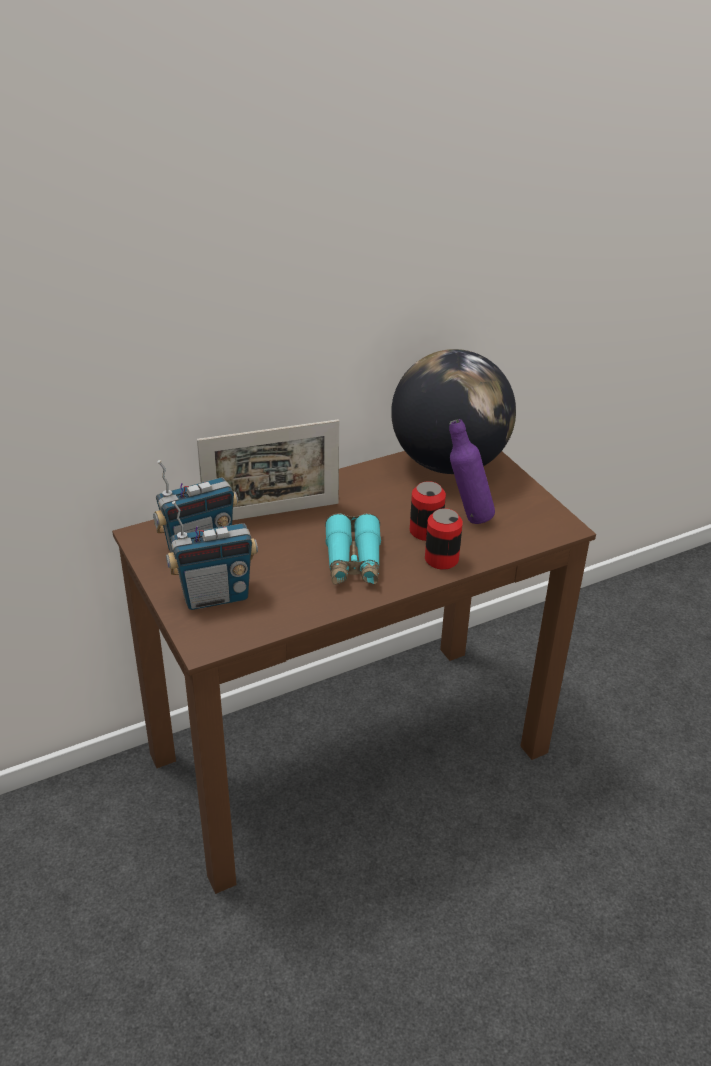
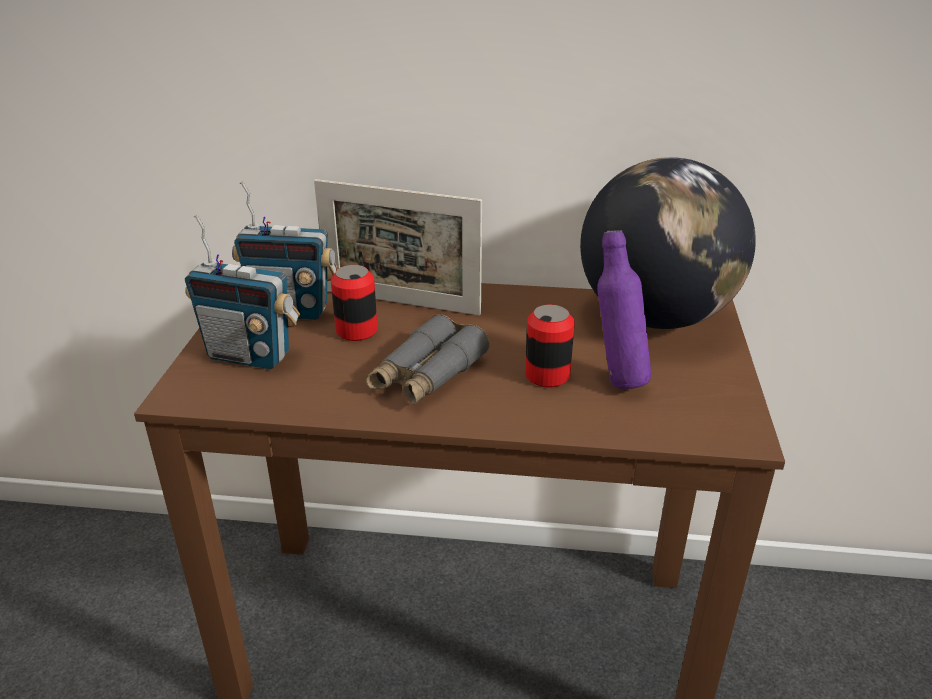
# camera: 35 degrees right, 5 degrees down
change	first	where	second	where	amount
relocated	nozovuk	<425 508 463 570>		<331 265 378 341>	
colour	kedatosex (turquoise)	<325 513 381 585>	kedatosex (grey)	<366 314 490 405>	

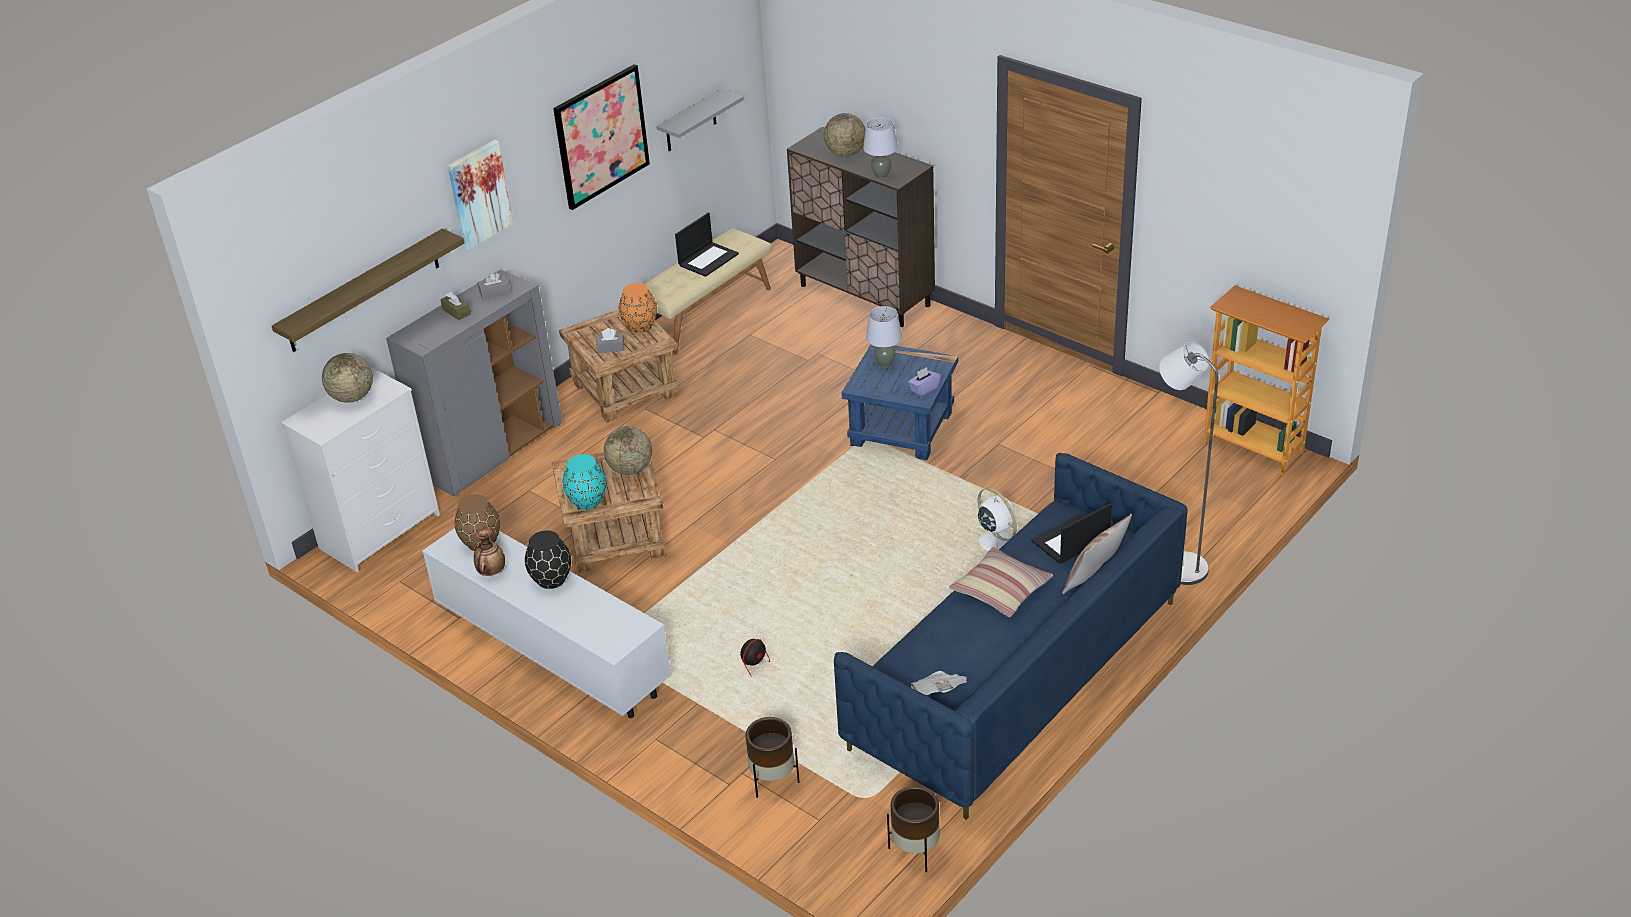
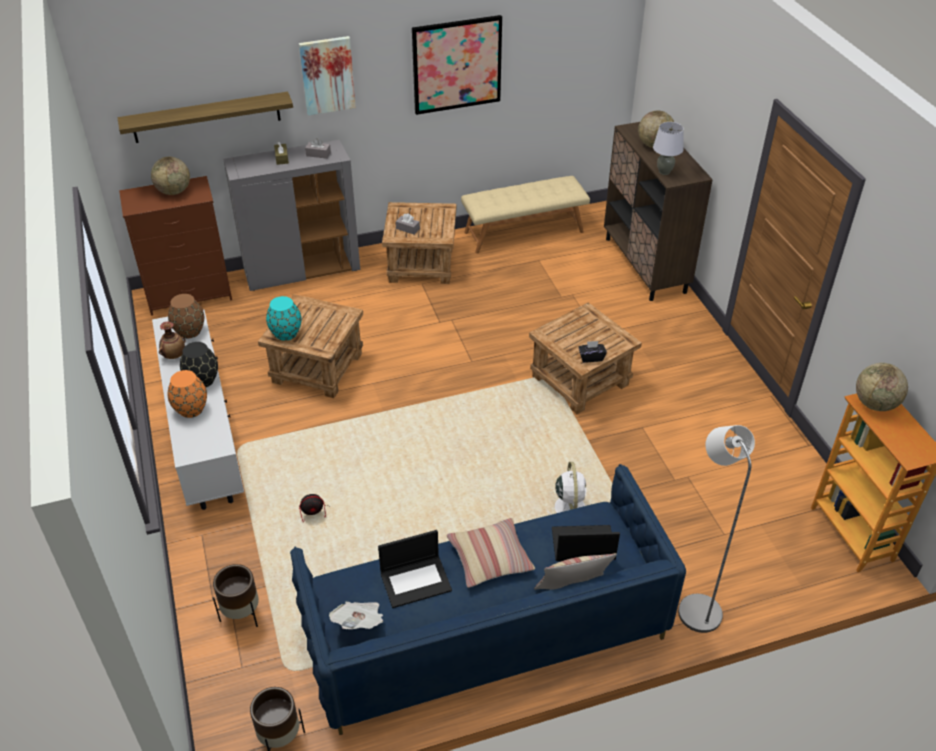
# camera: 30 degrees right, 5 degrees up
change	first	where	second	where	amount
missing	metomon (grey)	<656 89 744 151>			
missing	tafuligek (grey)	<866 306 902 368>			
relocated	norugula	<604 426 652 475>		<856 363 908 411>	
relocated	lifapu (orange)	<619 283 657 333>		<168 370 207 418>	
relocated	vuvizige	<675 213 739 277>		<378 530 452 608>	
colour	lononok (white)	<281 367 440 572>	lononok (brown)	<119 176 232 316>	
colour	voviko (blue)	<842 344 958 460>	voviko (brown)	<529 302 642 414>	
colour	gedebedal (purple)	<908 367 941 397>	gedebedal (black)	<579 341 607 363>	

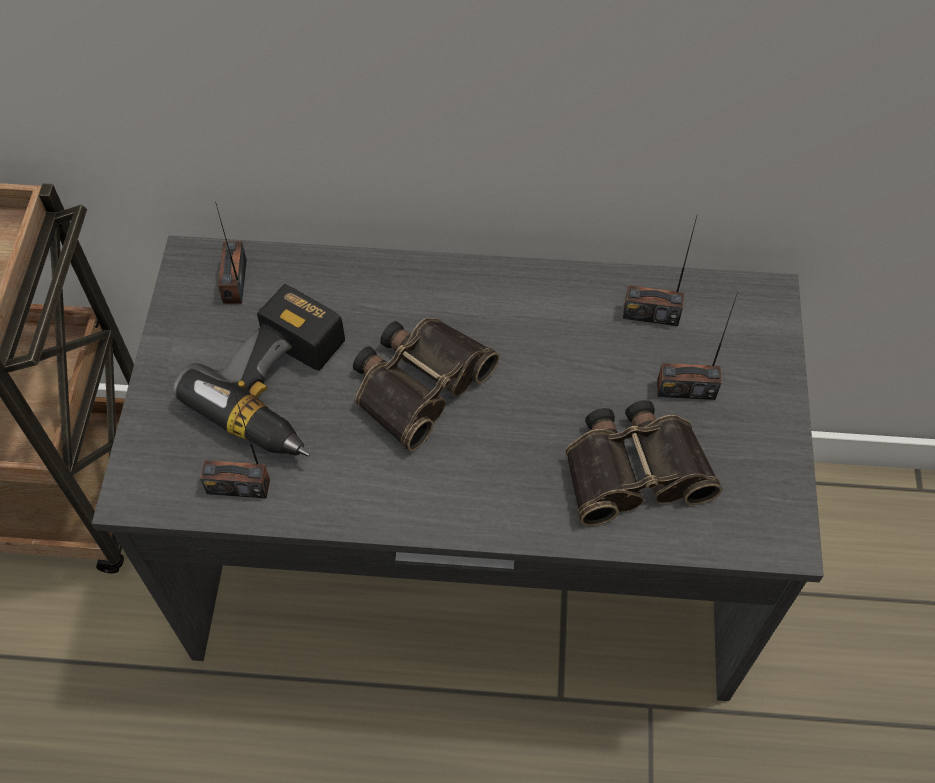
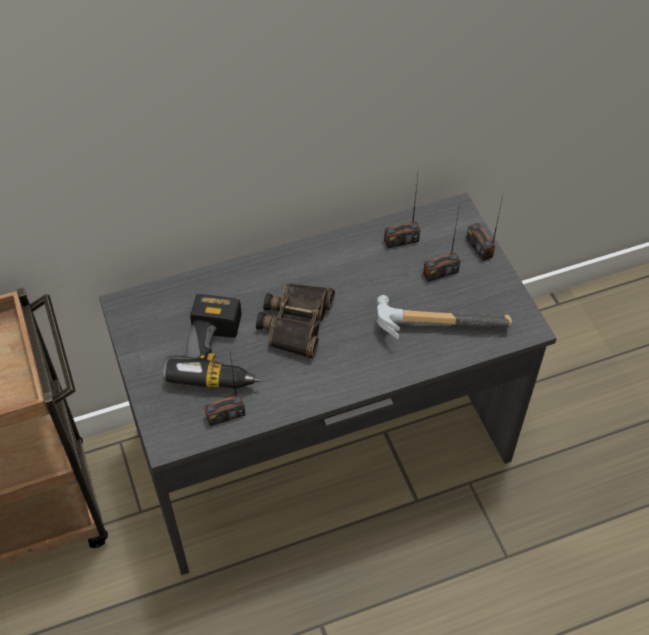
# camera: 25 degrees left, 5 degrees down
change	first	where	second	where	amount
relocated	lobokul	<215 201 247 304>		<466 196 503 261>	
exchanged	kedatosex	<565 400 723 526>	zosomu	<377 295 512 339>	

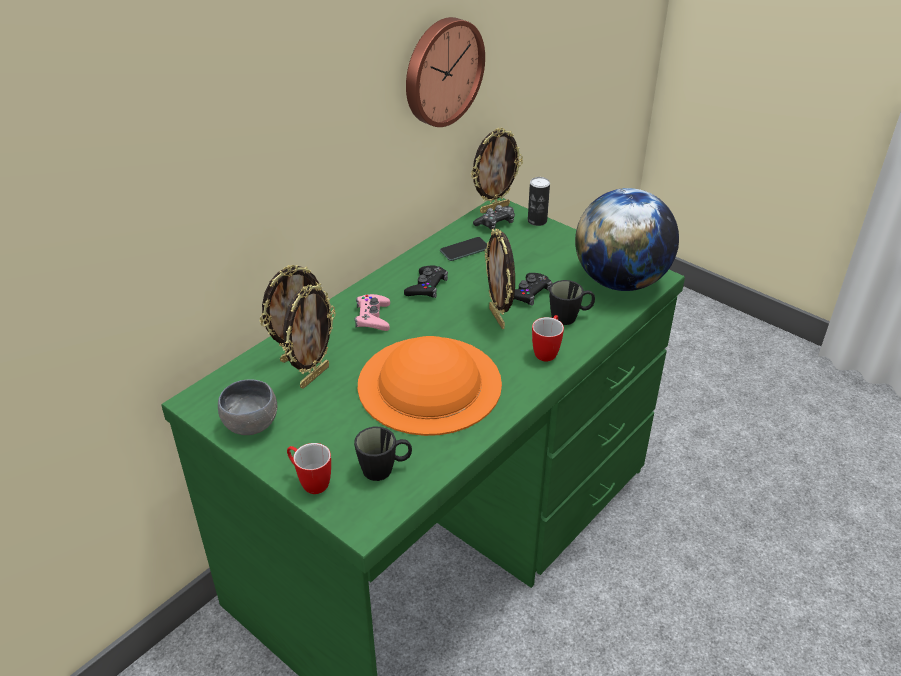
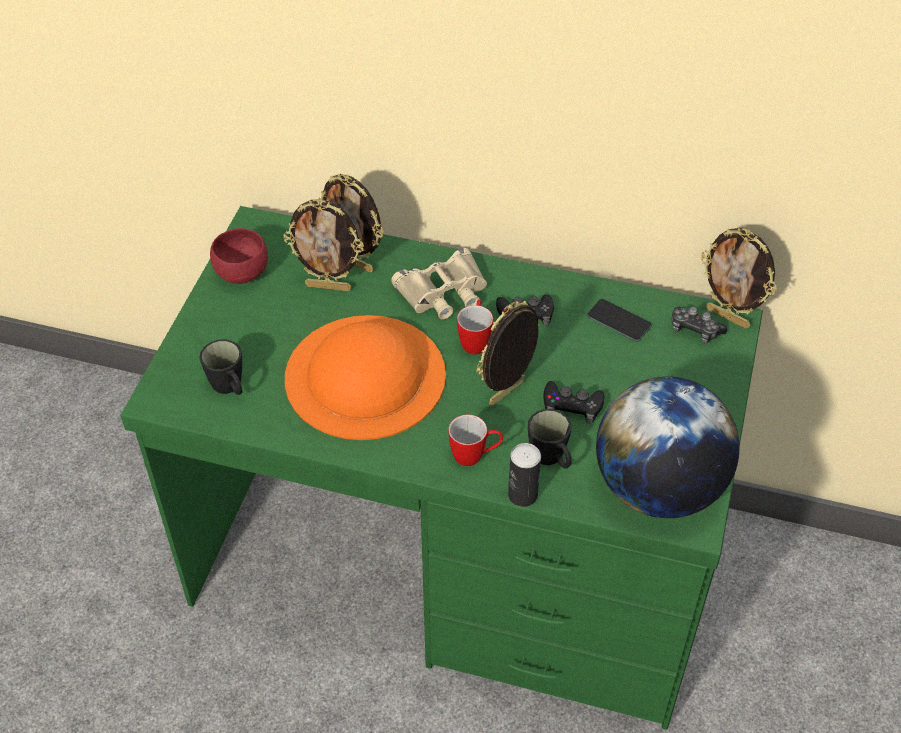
# camera: 65 degrees right, 10 degrees up
change	first	where	second	where	amount
missing	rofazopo	<406 17 485 127>			
relocated	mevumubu	<287 443 331 494>		<457 300 493 354>	
relocated	nozovuk	<528 177 550 226>		<508 443 541 507>	
exchanged	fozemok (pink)	<355 294 390 331>	kedatosex (beige)	<391 248 487 319>	
colour	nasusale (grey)	<218 379 277 435>	nasusale (red)	<210 228 268 284>	

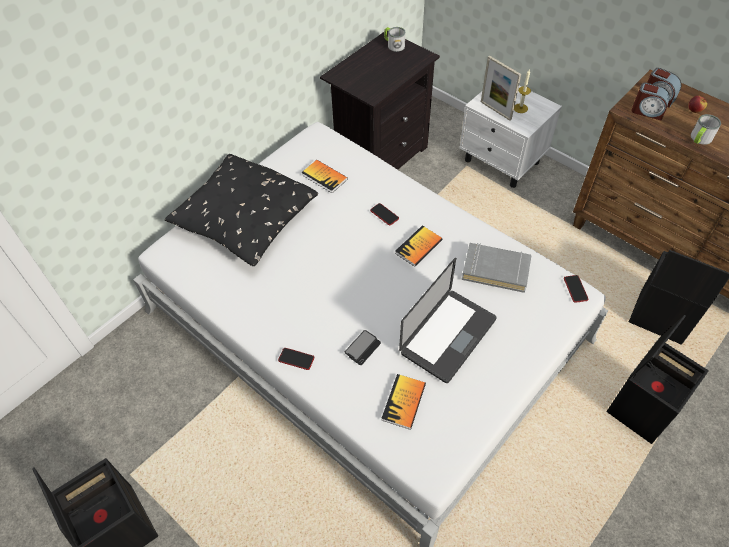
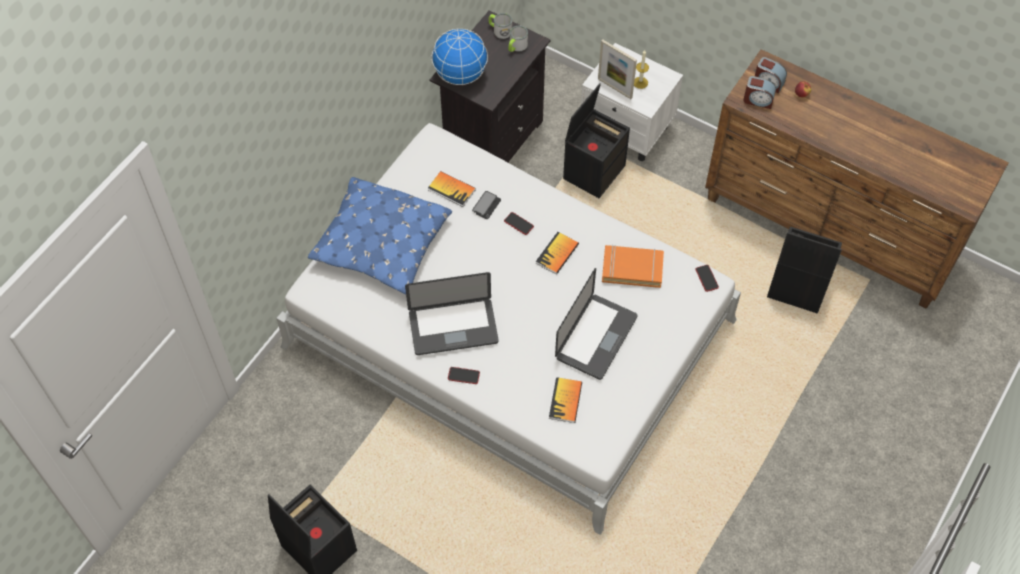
# camera: 10 degrees left, 5 degrees up
change	first	where	second	where	amount
appeared			vuvizige	<405 272 499 355>	
appeared			norugula	<431 28 488 85>	
relocated	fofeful	<345 330 381 365>		<472 191 501 219>	
relocated	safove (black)	<606 315 709 444>		<563 83 630 198>	
relocated	mevumubu	<691 114 721 145>		<509 25 528 52>	
colour	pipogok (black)	<165 154 318 266>	pipogok (blue)	<308 177 452 294>	
colour	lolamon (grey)	<462 243 531 293>	lolamon (orange)	<602 245 664 288>	

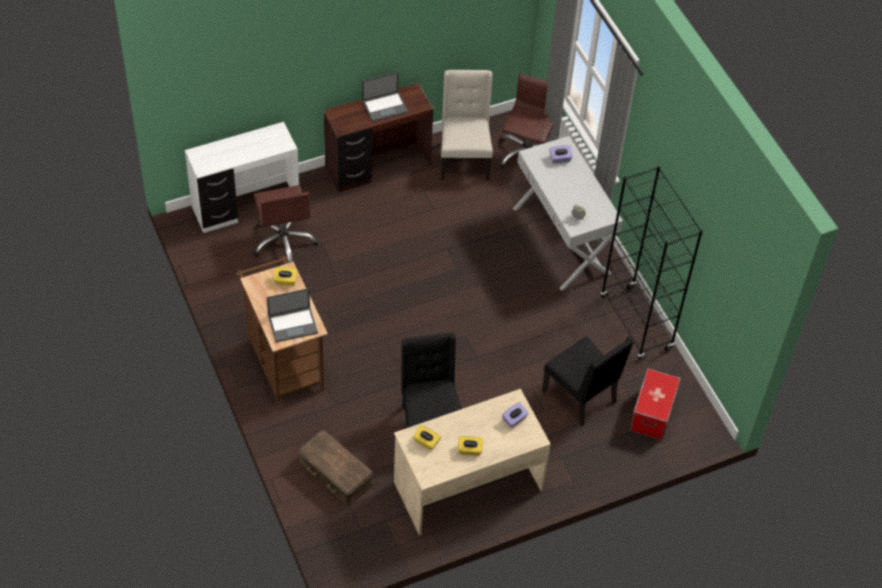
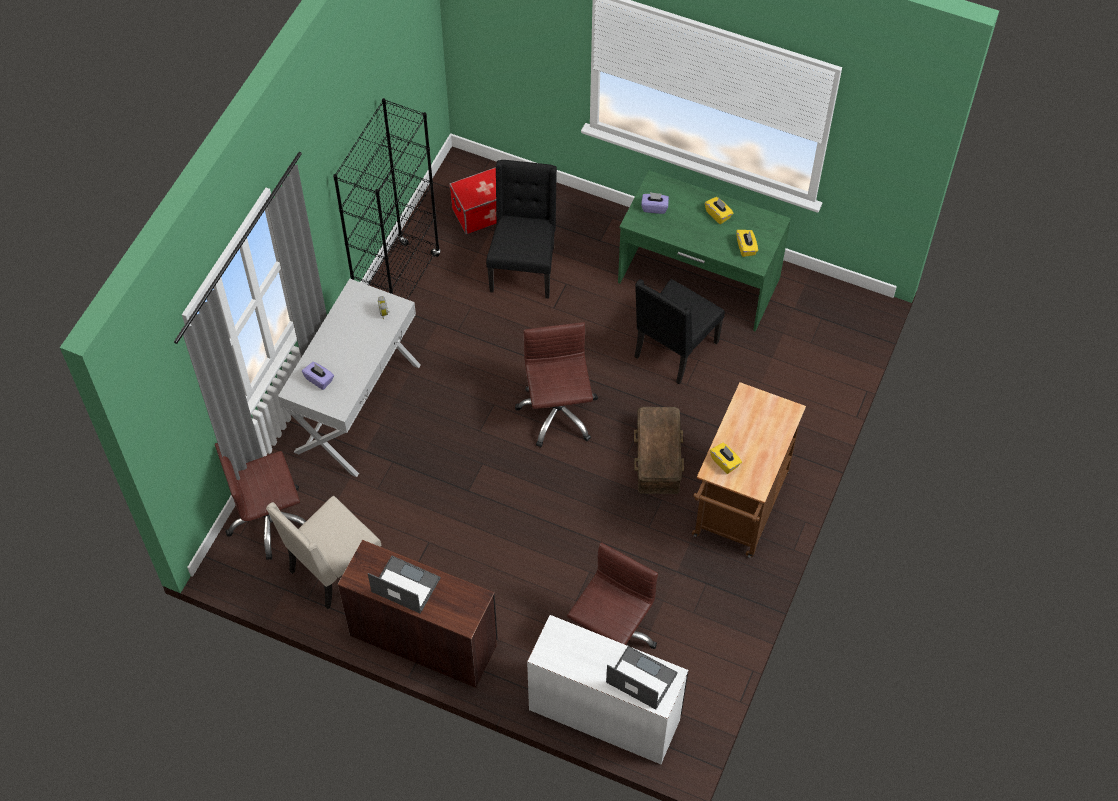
# camera: 130 degrees left, 5 degrees up
change	first	where	second	where	amount
appeared			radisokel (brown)	<515 322 598 447>	
relocated	vuvizige	<267 288 318 343>		<606 646 678 709>	
relocated	safove (brown)	<298 430 373 506>		<634 407 684 494>	
colour	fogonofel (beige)	<394 389 551 536>	fogonofel (green)	<618 170 791 332>	

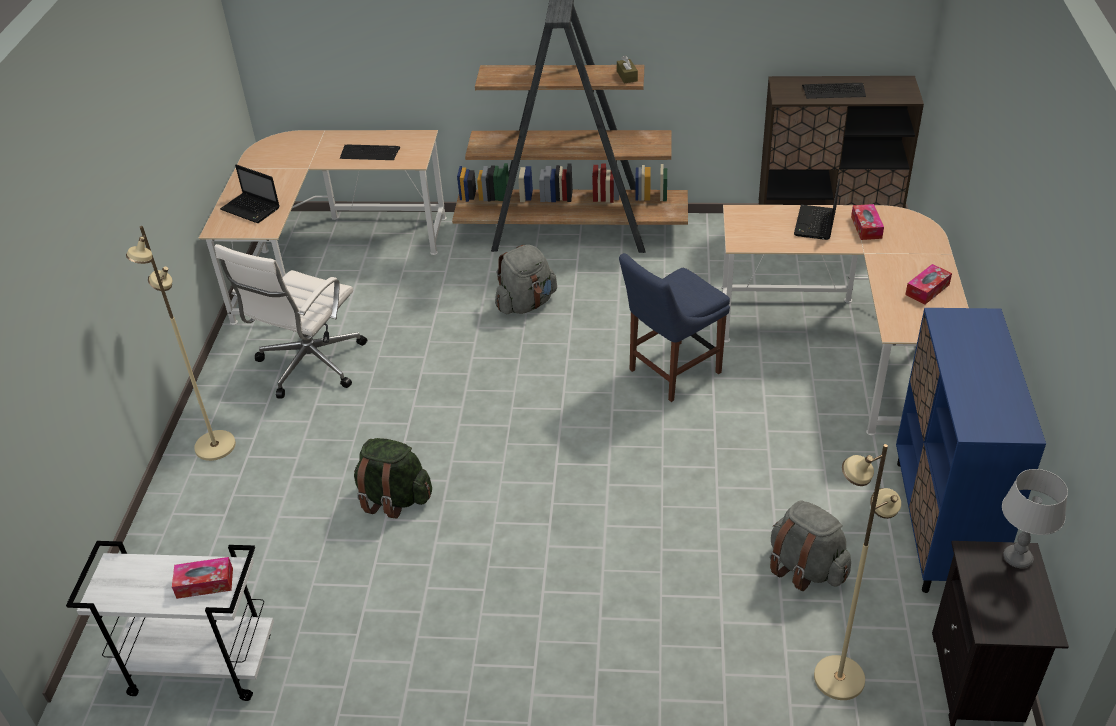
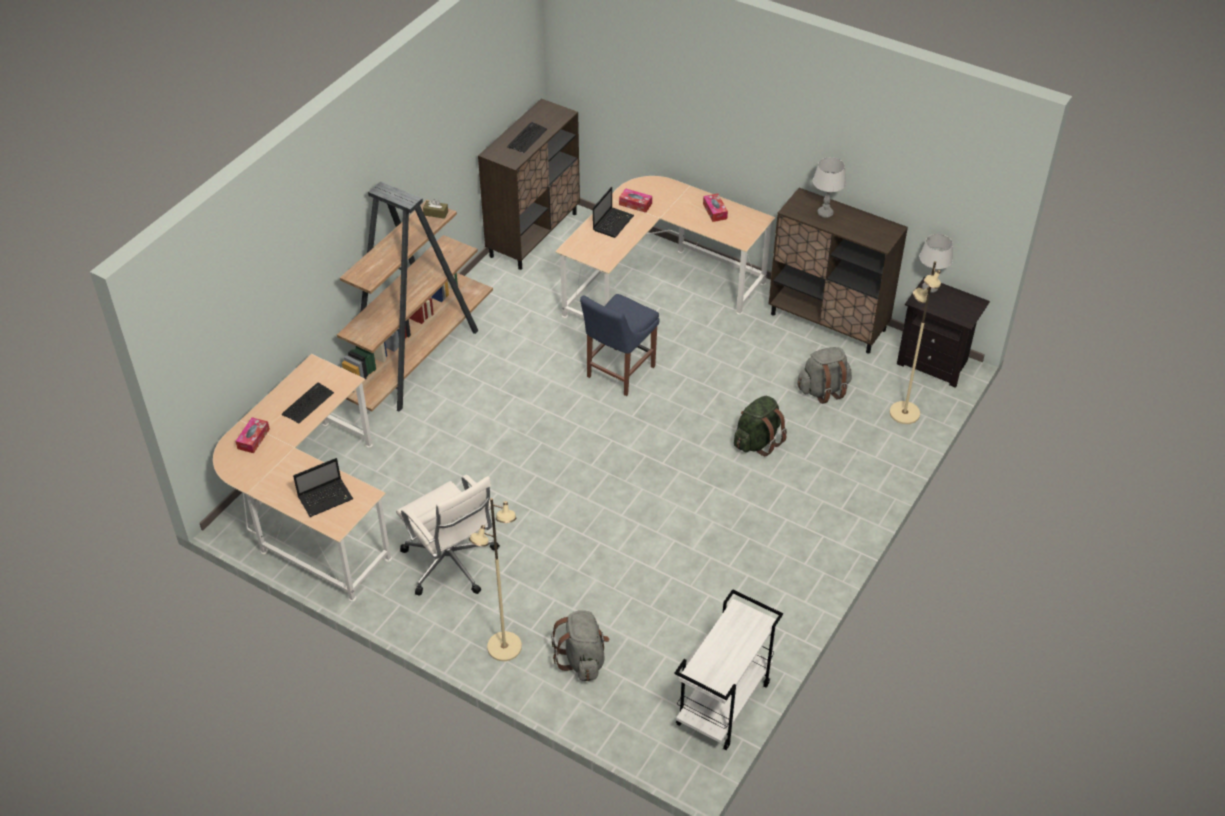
# camera: 65 degrees left, 5 degrees up
change	first	where	second	where	amount
appeared			tafuligek (grey)	<813 157 846 218>	
relocated	gedebedal	<172 557 233 599>		<235 417 270 453>	
relocated	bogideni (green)	<354 438 432 518>		<734 396 787 456>	
relocated	bogideni (grey)	<495 245 557 314>		<551 610 609 681>	
colour	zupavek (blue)	<896 308 1046 593>	zupavek (brown)	<769 188 908 354>	
spun	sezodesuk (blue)	<619 253 730 402>		<580 294 660 396>	45 degrees clockwise
spun	vuvizige	<794 179 840 240>		<593 187 634 238>	105 degrees counterclockwise

